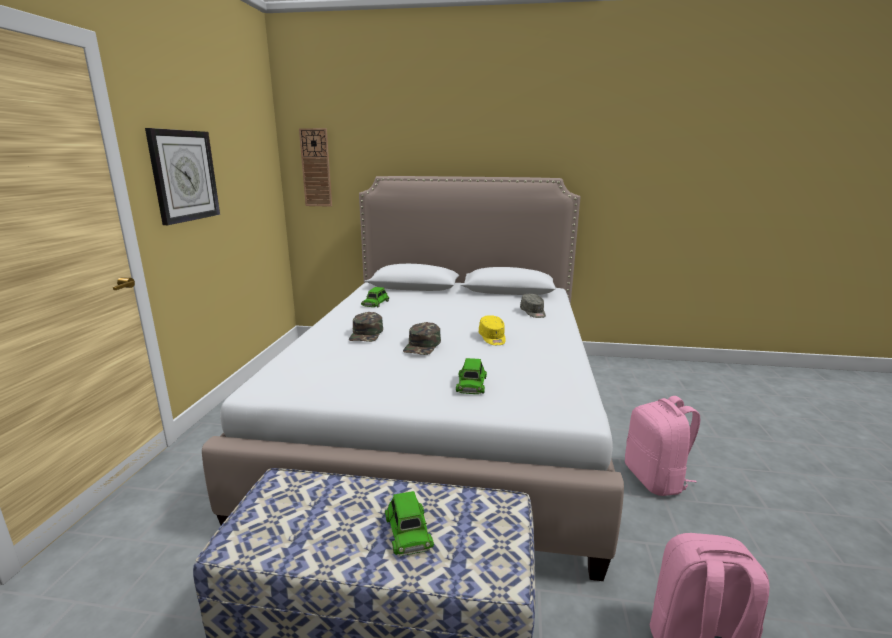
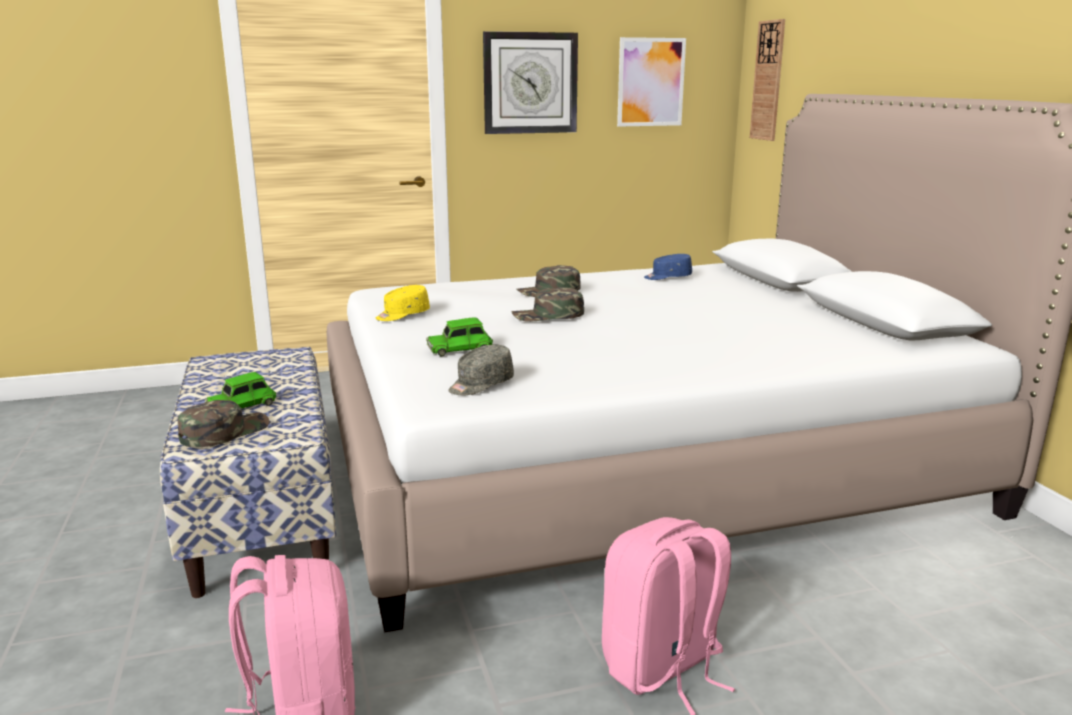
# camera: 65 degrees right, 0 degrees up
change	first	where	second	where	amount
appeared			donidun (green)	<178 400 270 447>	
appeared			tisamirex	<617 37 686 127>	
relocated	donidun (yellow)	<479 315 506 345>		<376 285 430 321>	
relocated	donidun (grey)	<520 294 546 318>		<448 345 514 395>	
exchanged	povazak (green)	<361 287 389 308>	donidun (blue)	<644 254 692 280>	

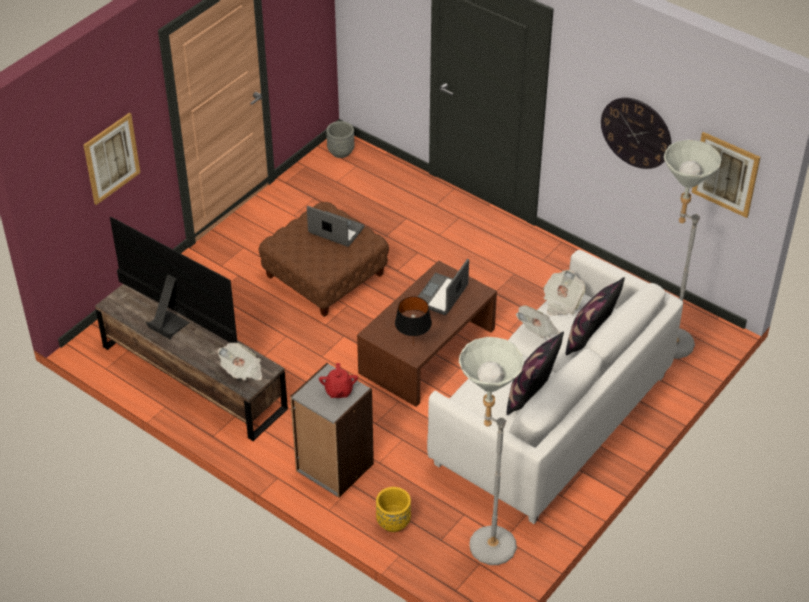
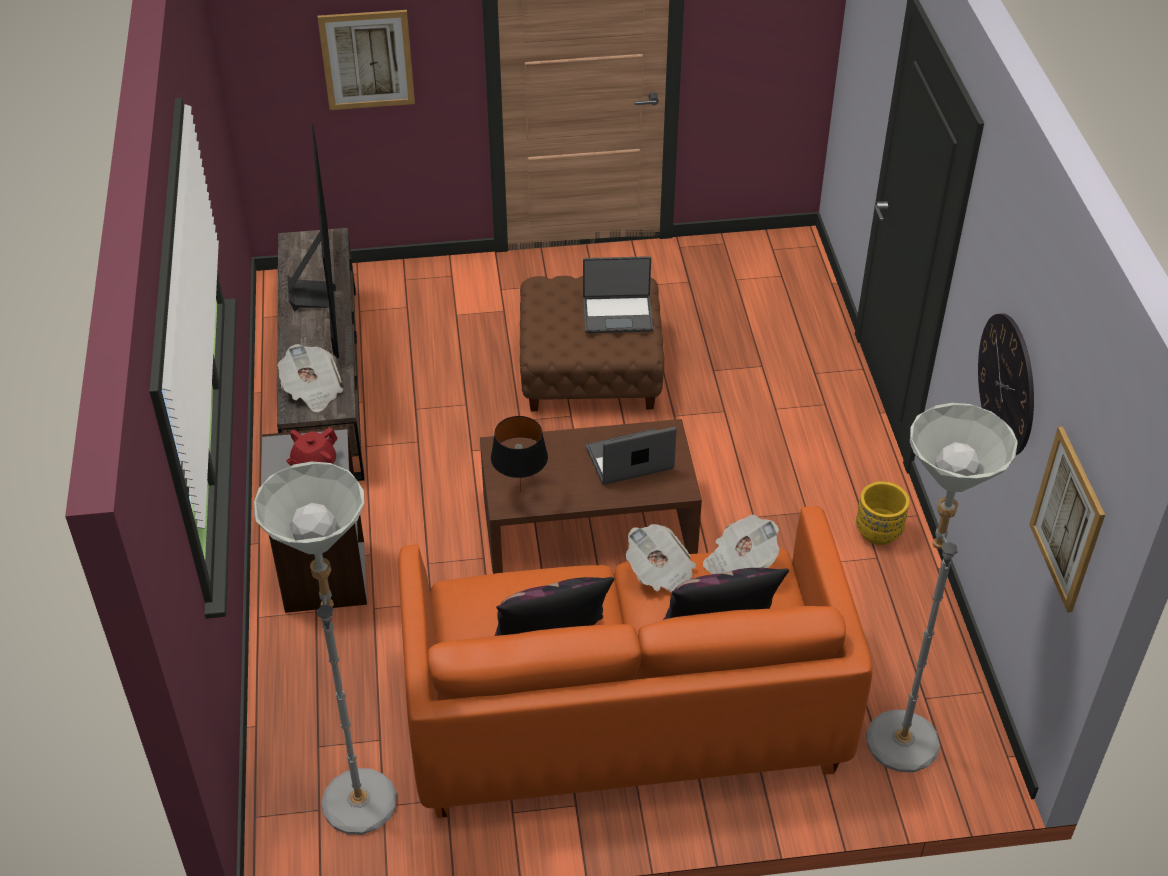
# camera: 45 degrees right, 0 degrees up
change	first	where	second	where	amount
missing	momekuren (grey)	<326 121 354 158>			
relocated	momekuren (yellow)	<376 487 411 532>		<856 481 910 545>	
colour	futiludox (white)	<427 250 683 524>	futiludox (orange)	<398 506 873 818>	
spun	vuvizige	<307 206 365 247>		<583 256 653 333>	105 degrees clockwise

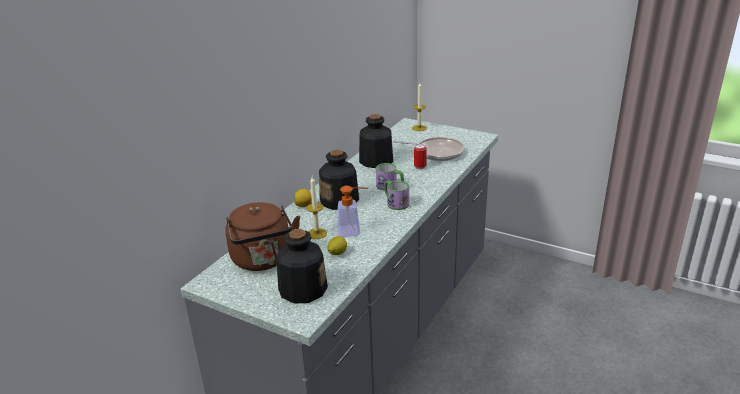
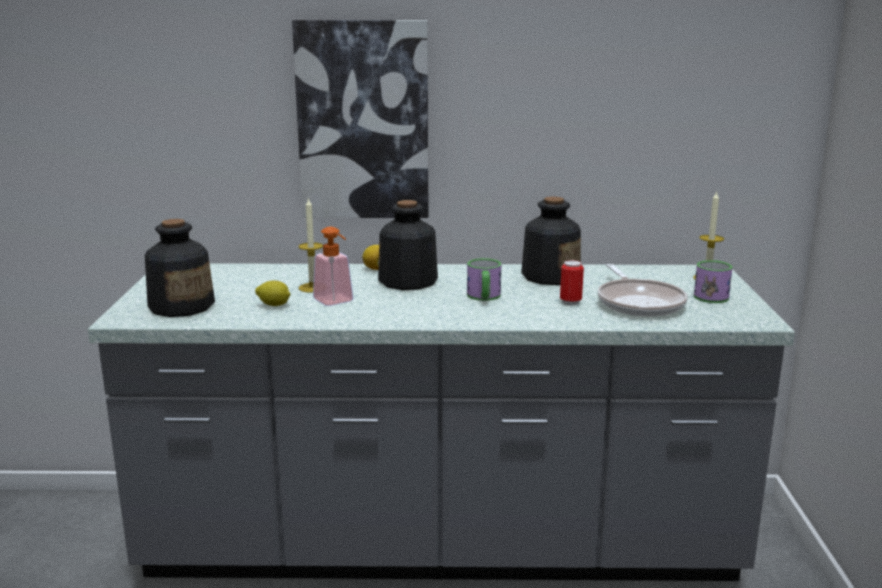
# camera: 60 degrees right, 10 degrees down
change	first	where	second	where	amount
missing	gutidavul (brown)	<225 202 301 271>			
appeared			tisamirex	<292 20 428 218>	
relocated	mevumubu	<385 181 409 210>		<694 260 733 303>	

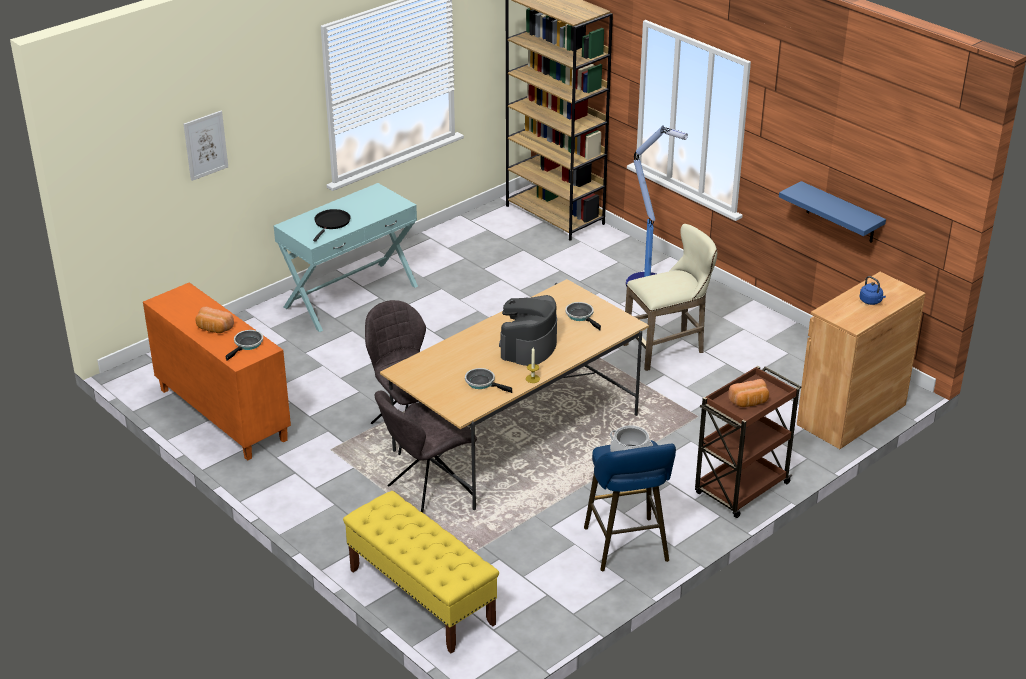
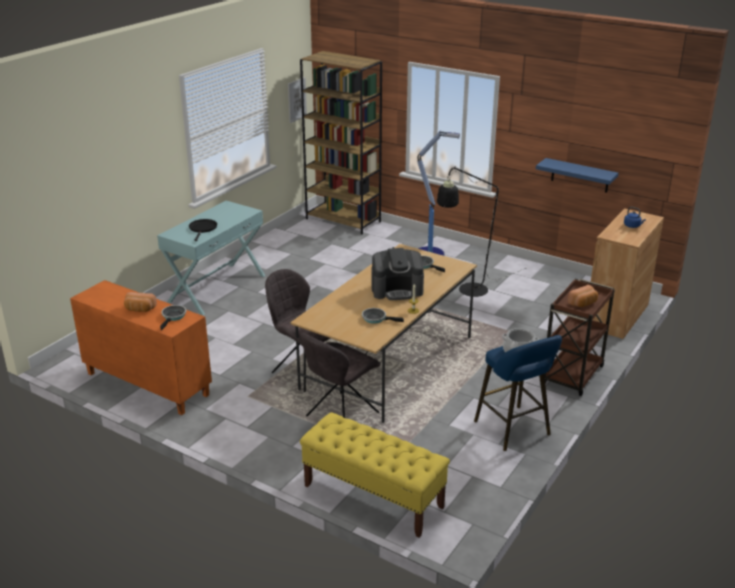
# camera: 15 degrees left, 5 degrees down
change	first	where	second	where	amount
relocated	tisamirex	<184 111 228 181>		<288 77 307 123>	
exchanged	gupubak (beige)	<624 224 717 371>	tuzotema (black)	<437 166 528 297>	
spun	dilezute	<499 295 557 366>		<371 248 424 300>	105 degrees counterclockwise

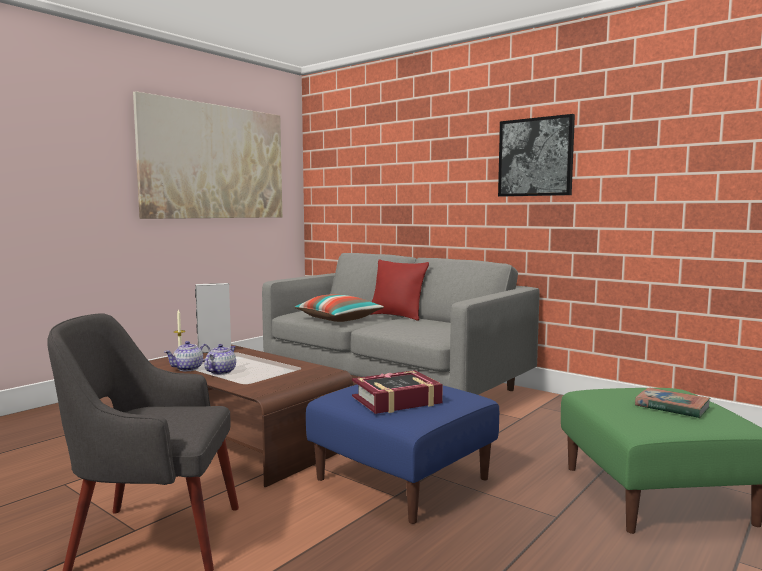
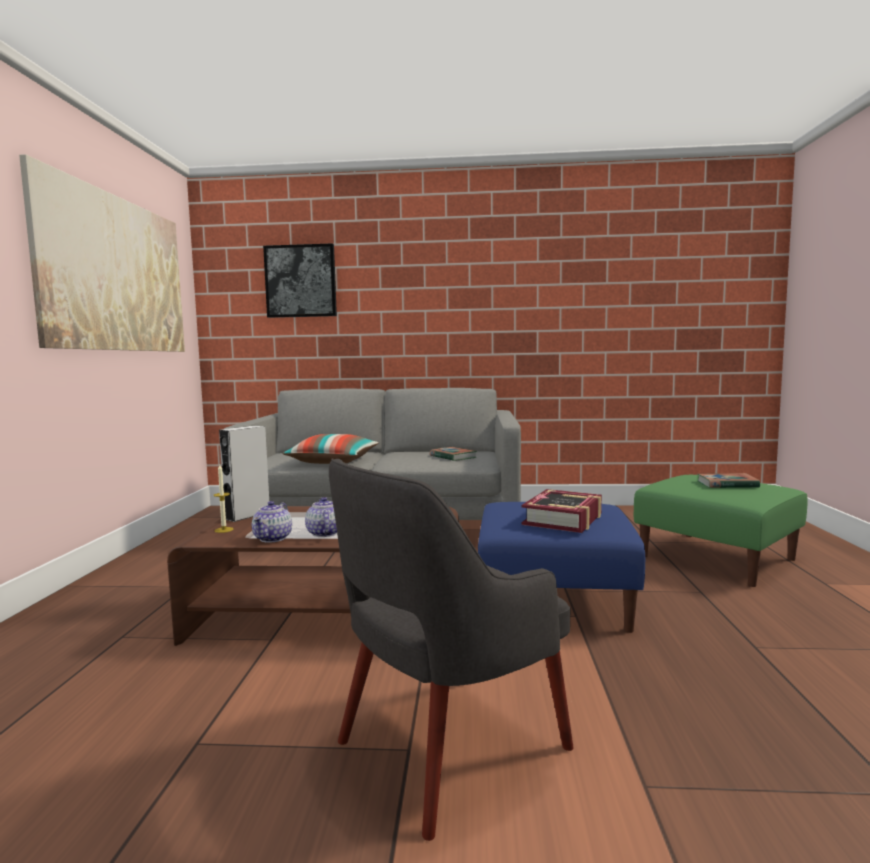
# camera: 35 degrees left, 0 degrees up
change	first	where	second	where	amount
missing	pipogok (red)	<370 260 429 321>			
appeared			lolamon	<430 447 477 461>	
relocated	tisamirex	<498 114 575 197>		<263 243 337 318>	

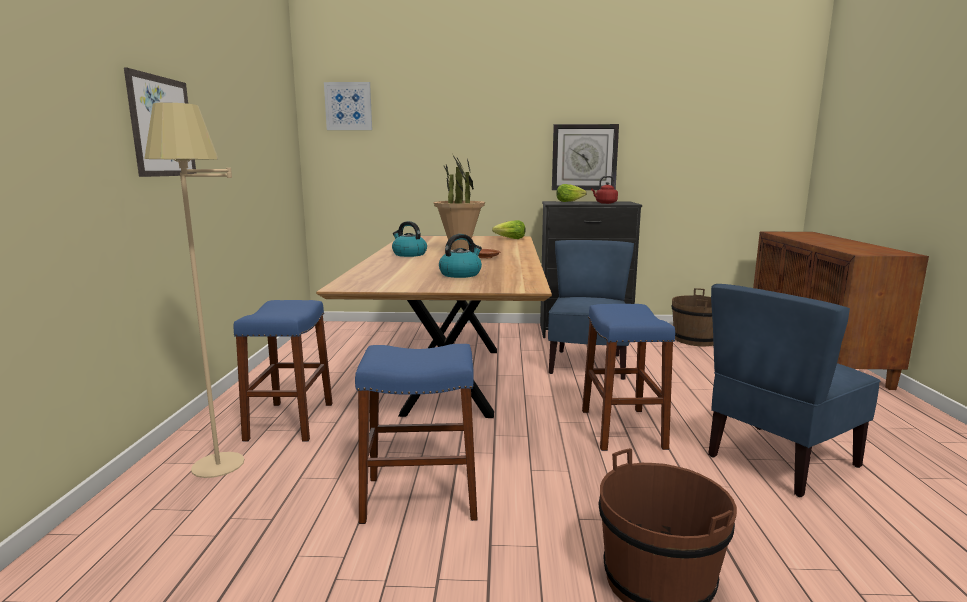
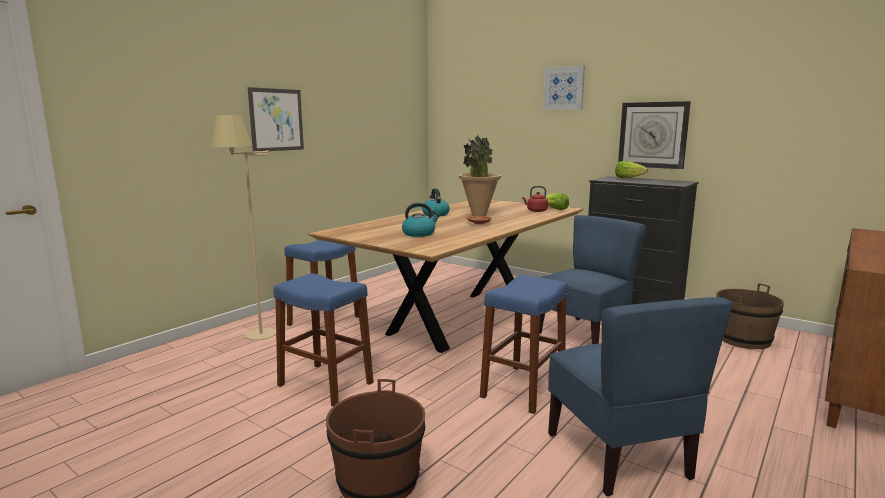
# camera: 35 degrees right, 0 degrees up
change	first	where	second	where	amount
relocated	tisamirex	<324 82 372 130>		<543 65 585 110>	
relocated	gutidavul (red)	<591 176 618 204>		<522 186 548 212>	
spun	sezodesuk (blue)	<708 284 881 497>		<548 297 733 496>	105 degrees counterclockwise

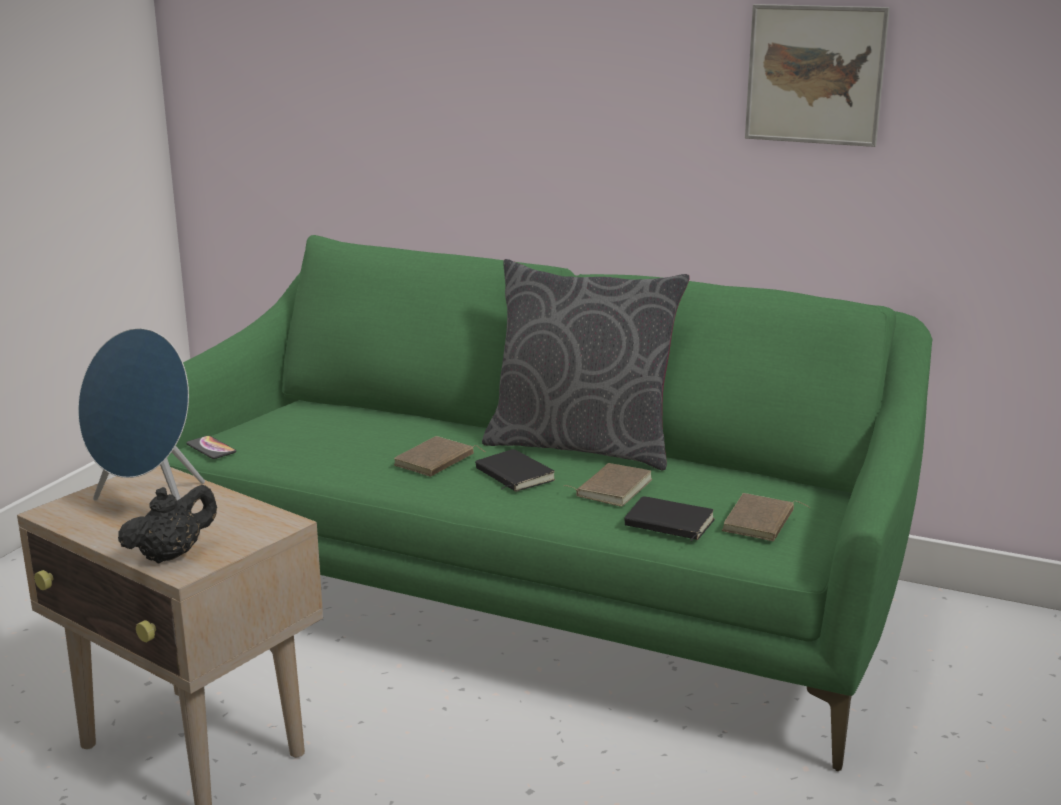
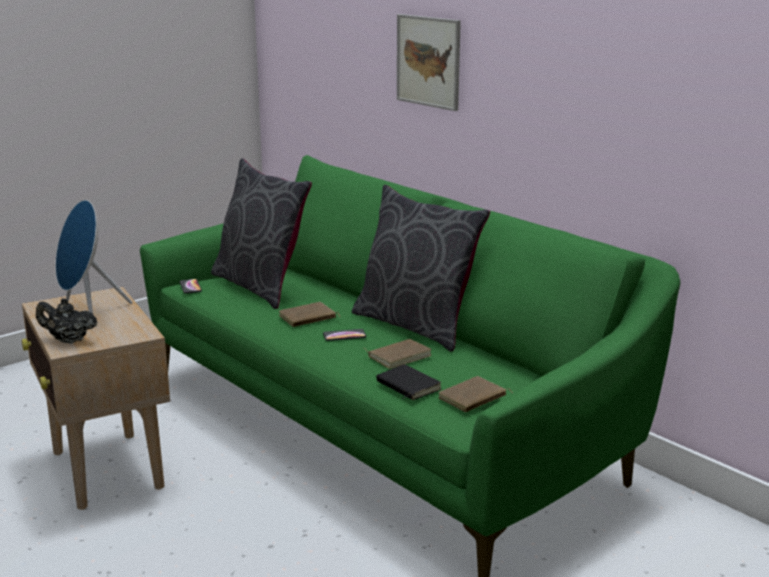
# camera: 25 degrees right, 0 degrees up
change	first	where	second	where	amount
appeared			pipogok (grey)	<211 158 312 309>	
relocated	tisamirex	<745 4 890 147>		<397 14 461 111>	
exchanged	lolamon (black)	<475 449 555 492>	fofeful	<323 329 366 341>	
spun	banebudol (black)	<118 485 217 563>		<36 298 97 344>	150 degrees counterclockwise

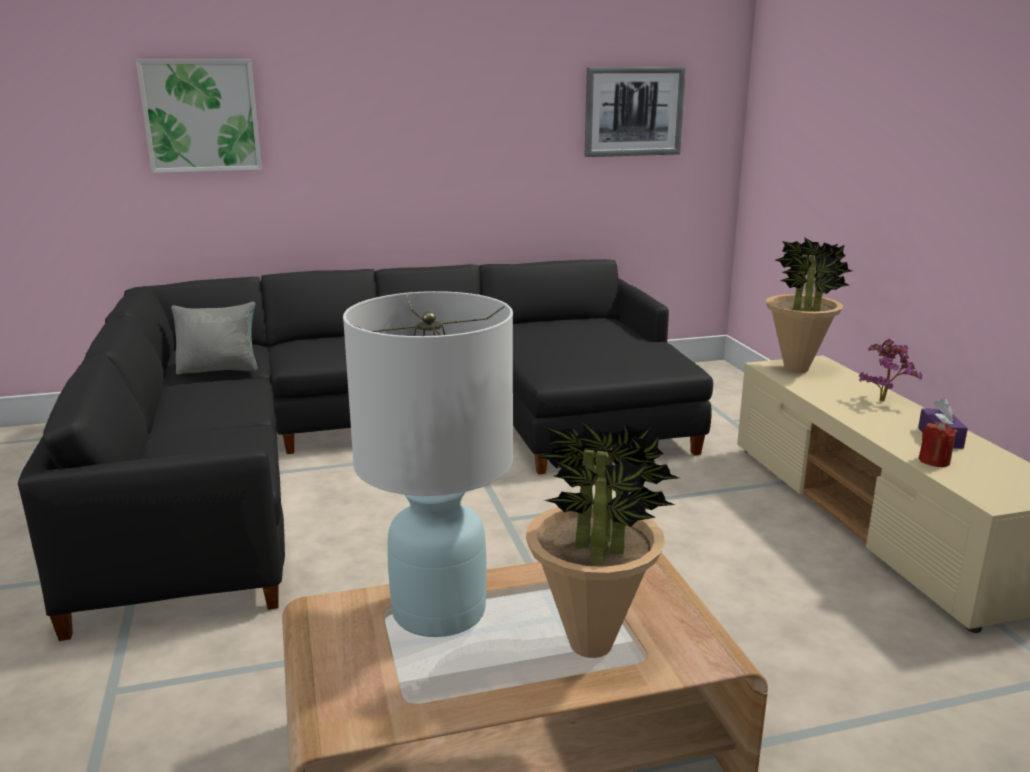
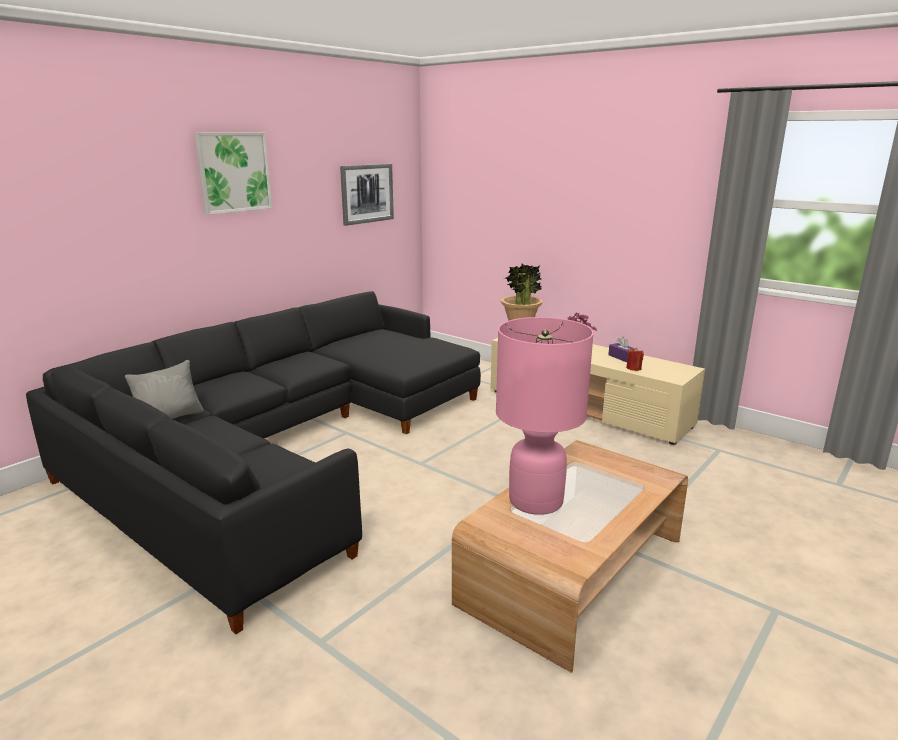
# camera: 35 degrees left, 0 degrees up
change	first	where	second	where	amount
missing	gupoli	<526 424 679 658>			
relocated	tisamirex	<136 60 262 173>		<194 133 272 215>	
colour	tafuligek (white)	<343 291 513 637>	tafuligek (pink)	<496 317 594 515>	

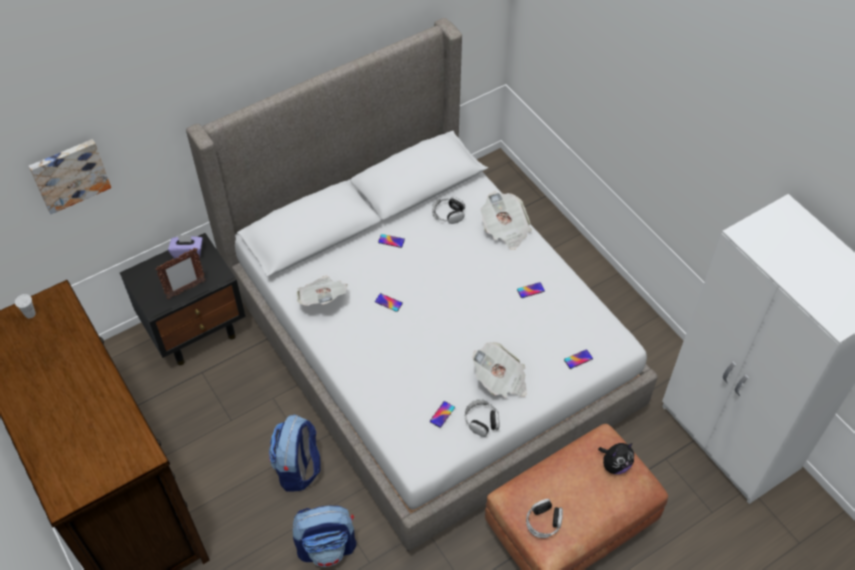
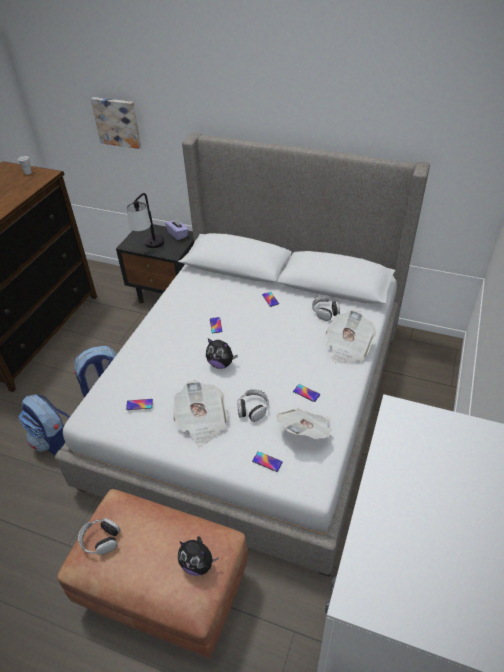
# camera: 55 degrees right, 10 degrees down
change	first	where	second	where	amount
appeared			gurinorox	<206 339 238 369>	
relocated	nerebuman	<297 276 348 306>		<277 408 332 439>	
relocated	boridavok	<465 399 500 437>		<237 389 269 422>	
exchanged	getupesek	<156 248 206 299>	tafuligek	<127 193 165 248>	

